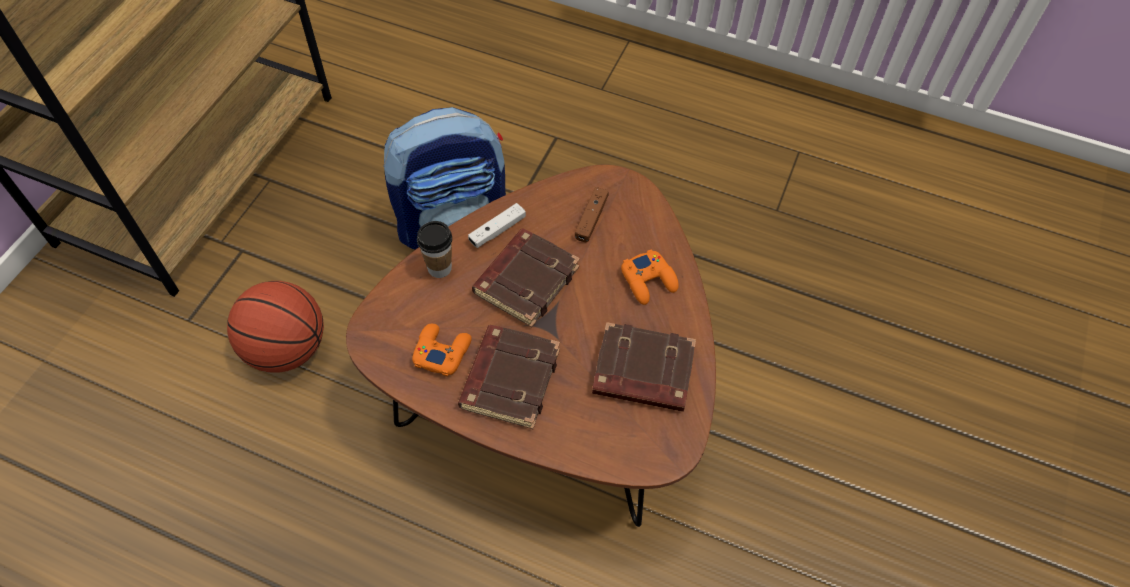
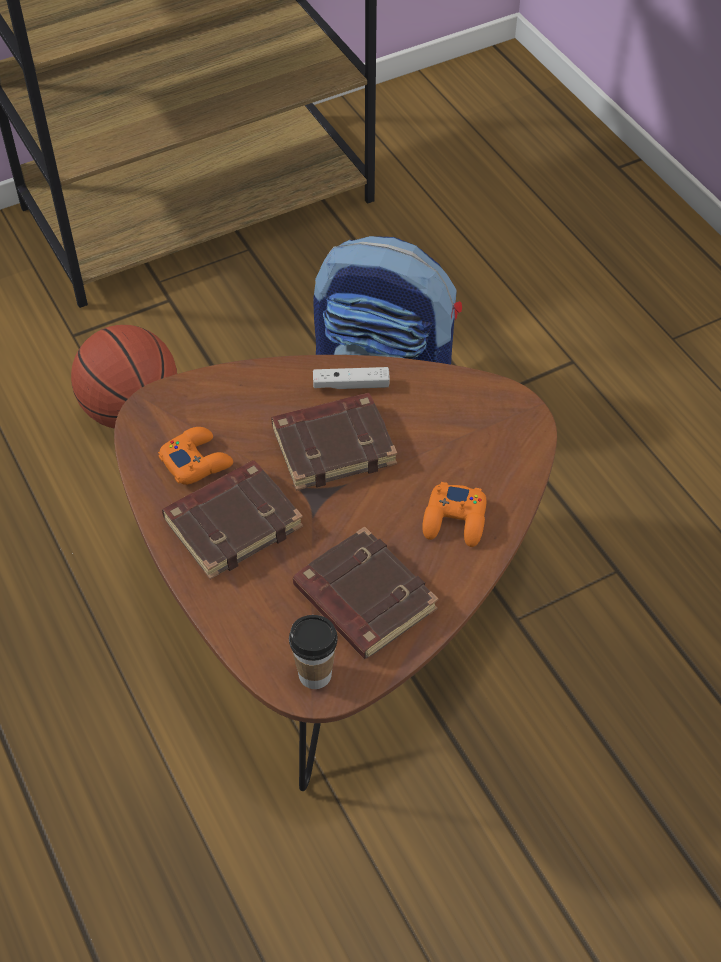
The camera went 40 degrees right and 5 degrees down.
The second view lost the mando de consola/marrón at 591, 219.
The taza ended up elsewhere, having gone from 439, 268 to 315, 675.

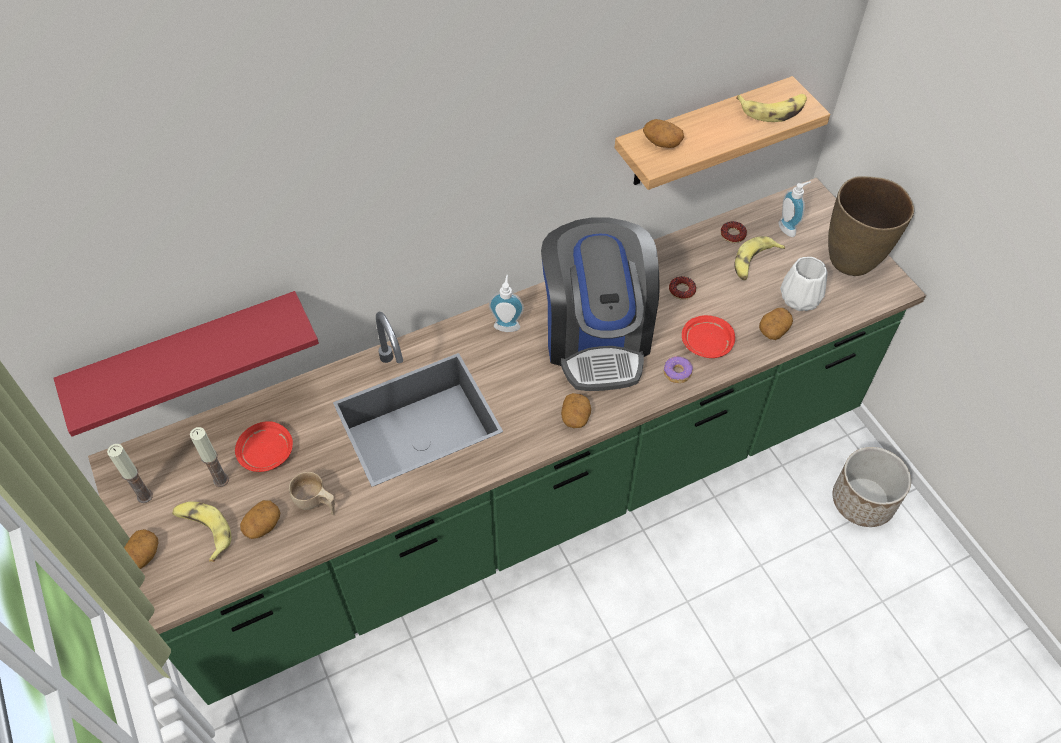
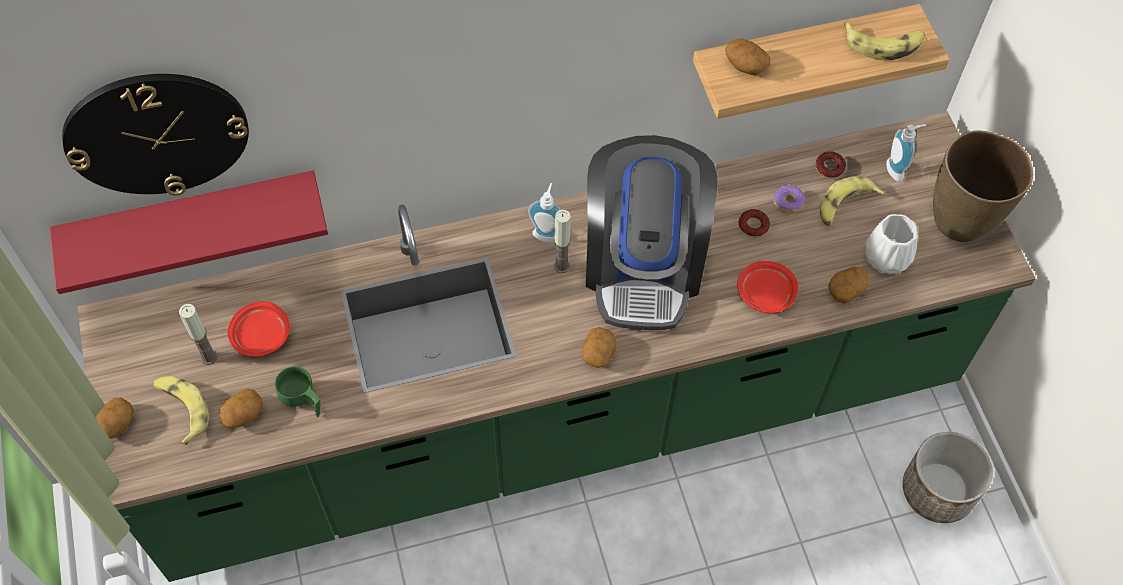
The camera went 10 degrees right and 5 degrees up.
The second view gained the reloj de pared at 157, 133.
The vela ended up elsewhere, having gone from 145, 496 to 561, 266.
The rosquilla ended up elsewhere, having gone from 677, 373 to 787, 202.
What was the taza/beis at 316, 503 turned into the taza/verde at 302, 400.

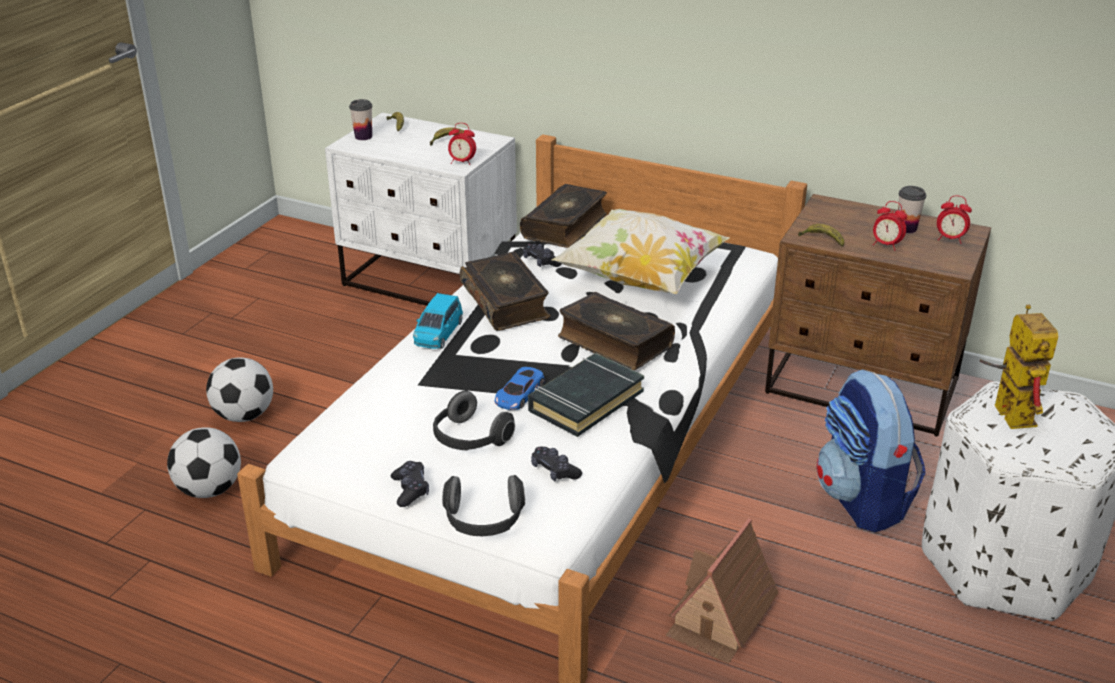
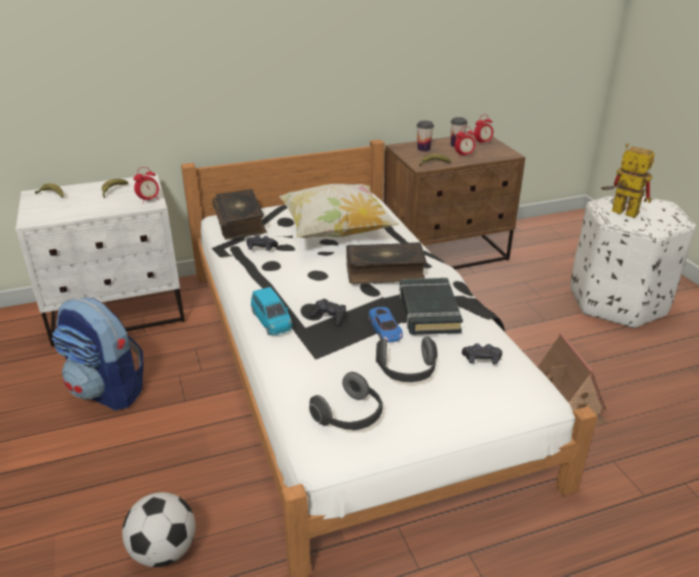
The camera went 45 degrees left and 0 degrees up.
The second view lost the balón de fútbol at 244, 415.
The second view lost the libro at 506, 302.
The taza ended up elsewhere, having gone from 363, 137 to 423, 148.
The mando de consola/negro ended up elsewhere, having gone from 410, 490 to 329, 317.
The auriculares ended up elsewhere, having gone from 484, 522 to 350, 417.
The mochila ended up elsewhere, having gone from 862, 500 to 108, 391.

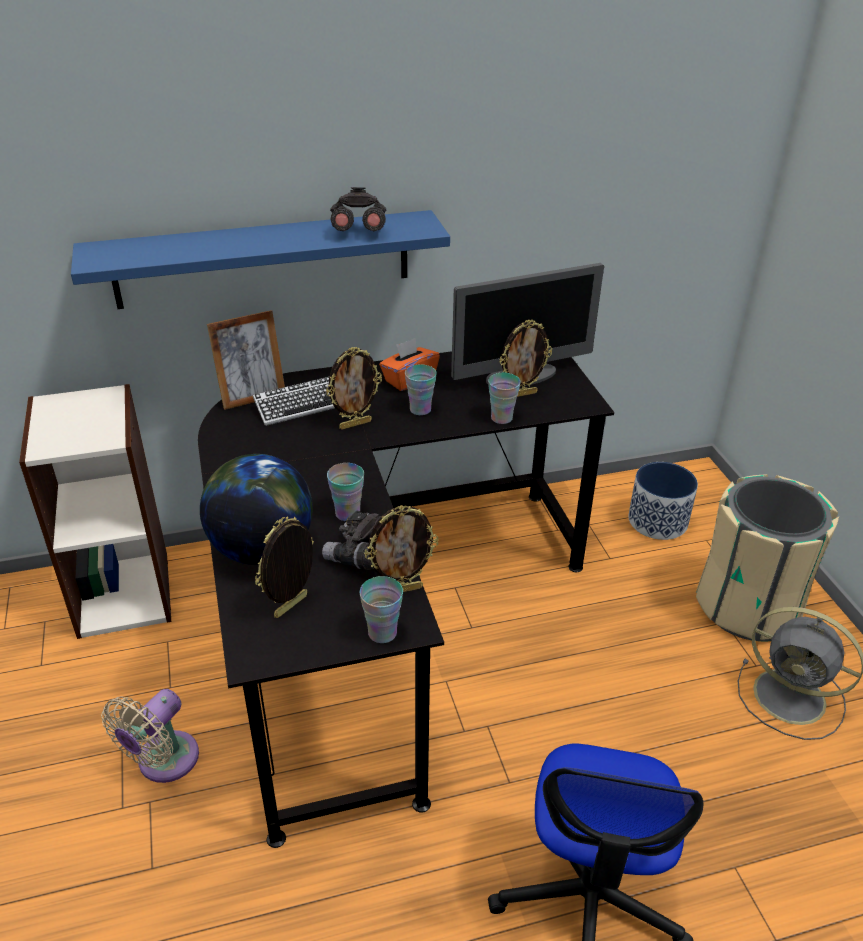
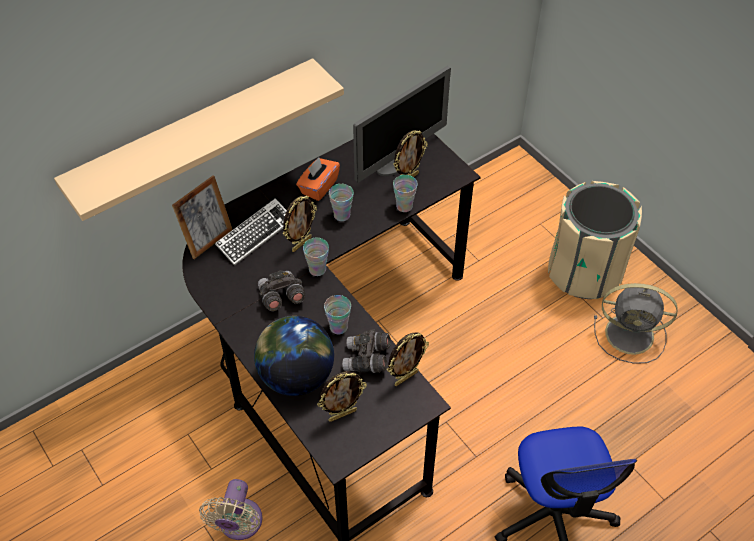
The camera went 20 degrees left and 15 degrees up.
The second view lost the estantería at 124, 592.
The second view lost the maceta at 658, 521.
The prismáticos/gris ended up elsewhere, having gone from 358, 231 to 281, 297.
The taza ended up elsewhere, having gone from 382, 633 to 317, 269.
What was the estante/azul at 263, 259 turned into the estante/beis at 194, 136.
The portarretratos at 292, 607 ended up facing another way, 135 degrees counterclockwise from before.

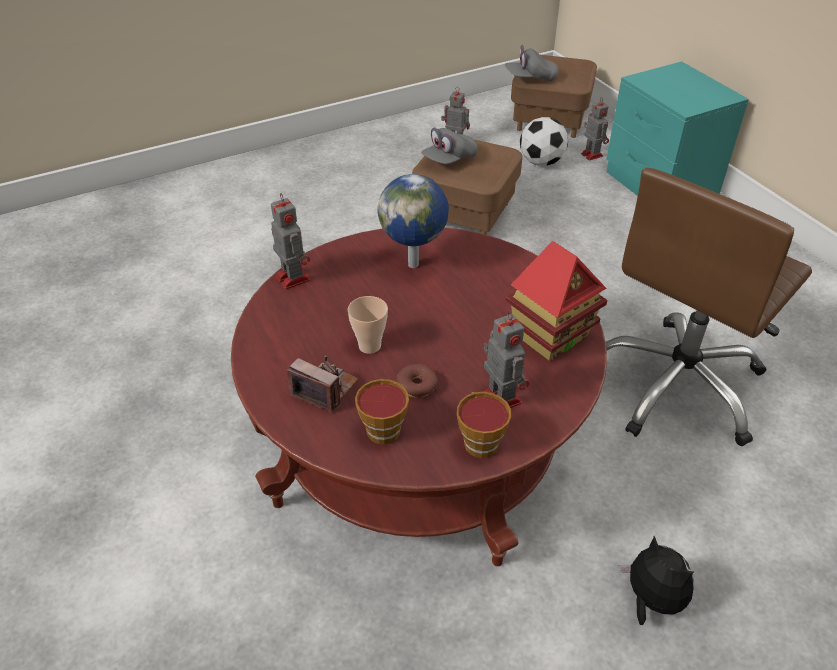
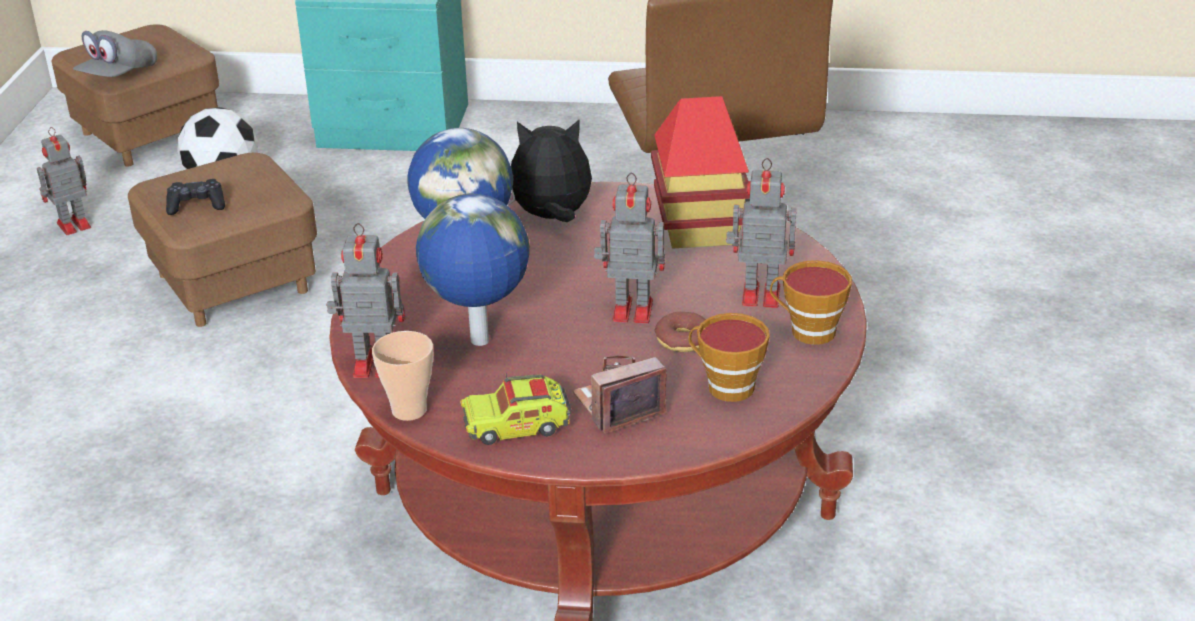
The camera went 55 degrees left and 10 degrees down.
The second view gained the globo terráqueo at 479, 342.
The second view gained the camión de juguete at 517, 425.
The taza ended up elsewhere, having gone from 369, 346 to 409, 410.
The robot de juguete ended up elsewhere, having gone from 591, 154 to 630, 310.
The peluche ended up elsewhere, having gone from 651, 600 to 551, 217.
Where the gorra/gris stood at 449, 160, the mando de consola/negro came to stand at 196, 205.

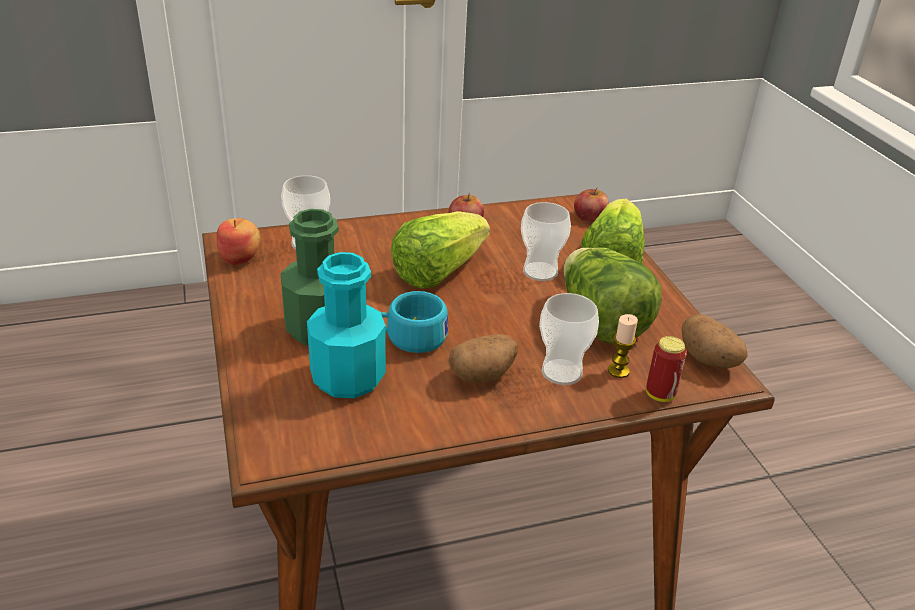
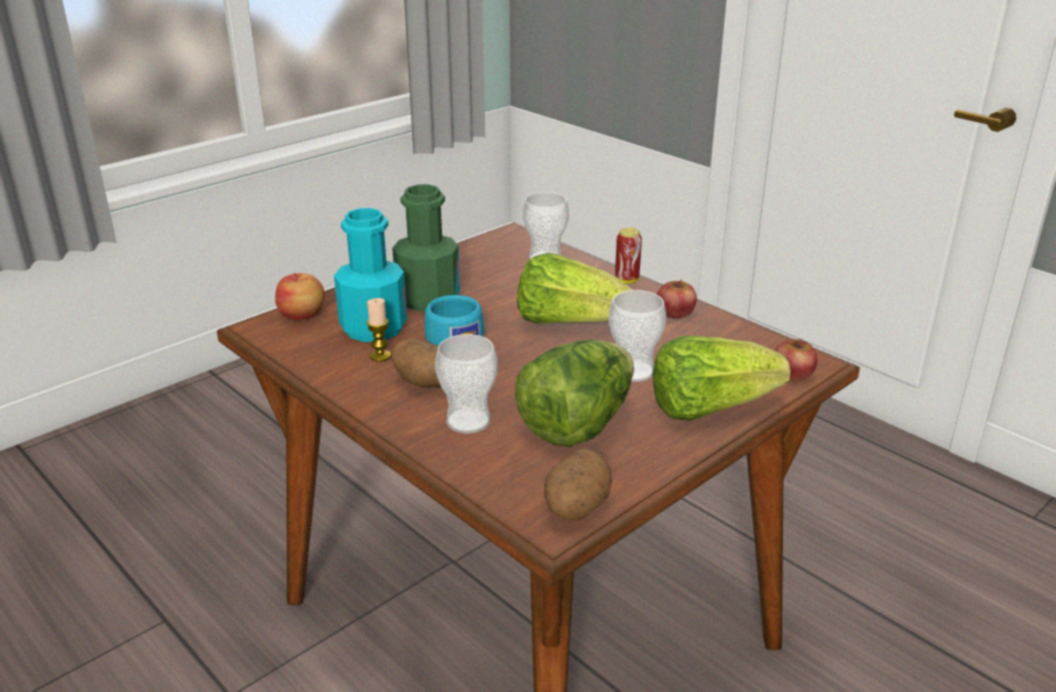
The camera went 65 degrees right and 5 degrees down.
The manzana ended up elsewhere, having gone from 240, 258 to 302, 315.
The vela ended up elsewhere, having gone from 618, 371 to 380, 356.
The lata ended up elsewhere, having gone from 660, 395 to 626, 280.

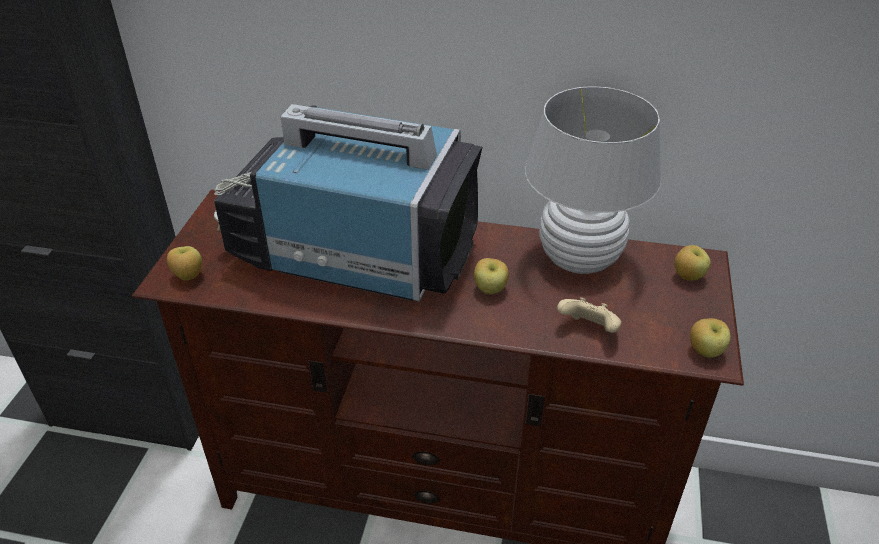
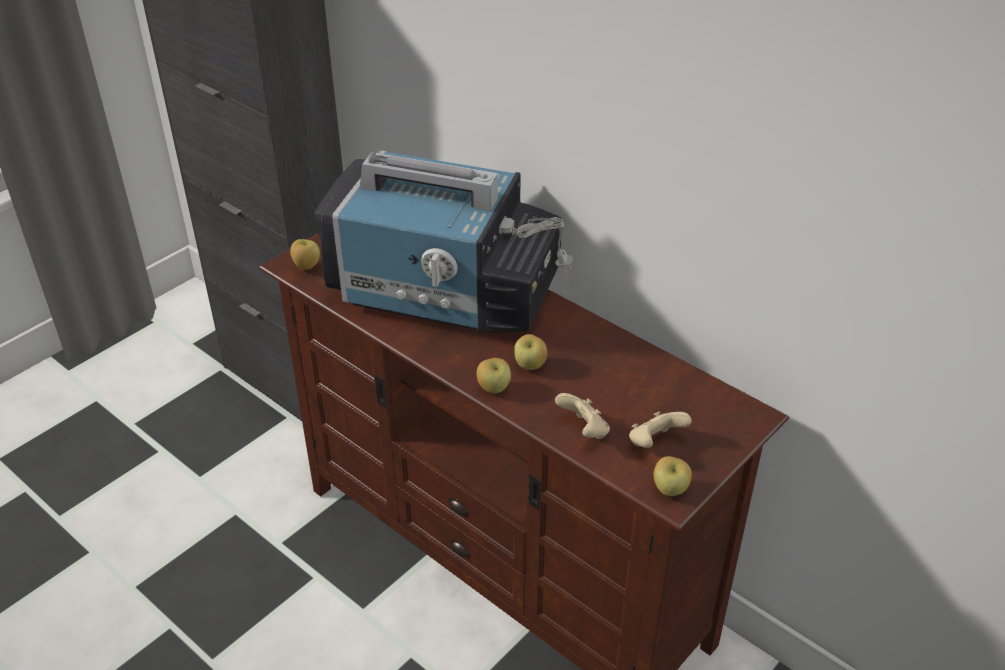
The camera went 30 degrees right and 0 degrees up.
The second view lost the lámpara de mesa/blanco at 579, 259.
The second view gained the mando de consola/beis at 654, 443.
The manzana ended up elsewhere, having gone from 688, 276 to 494, 388.
The televisor at 354, 251 ended up facing another way, 150 degrees clockwise from before.

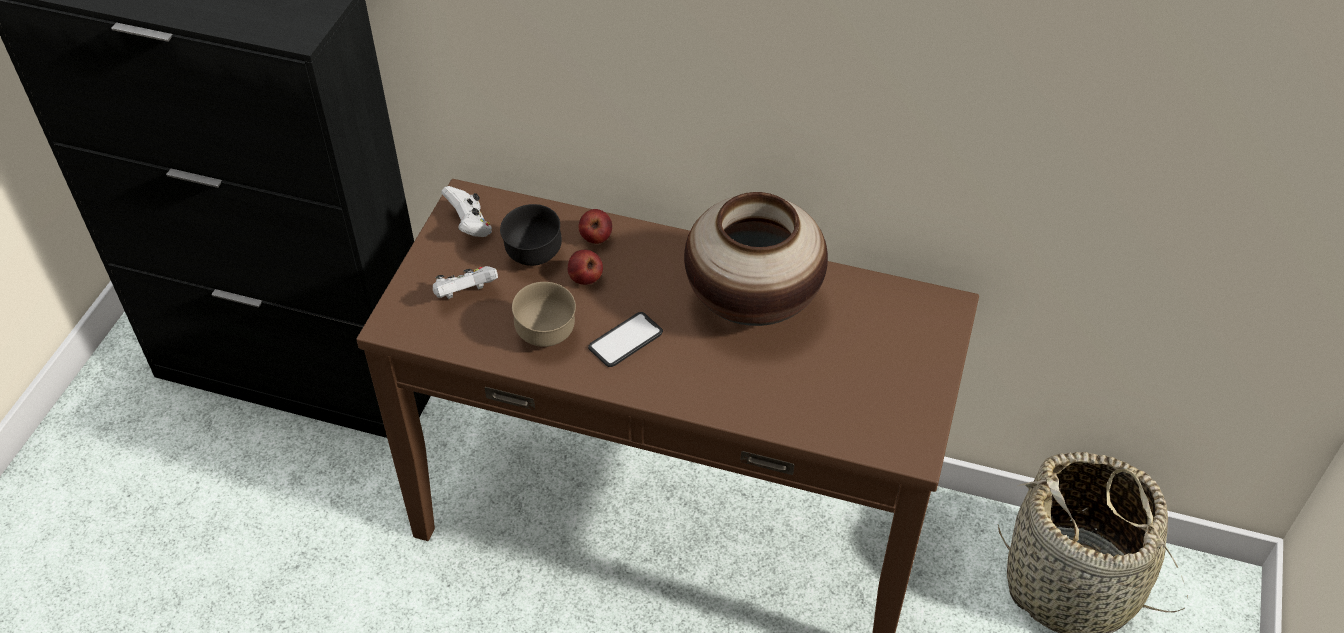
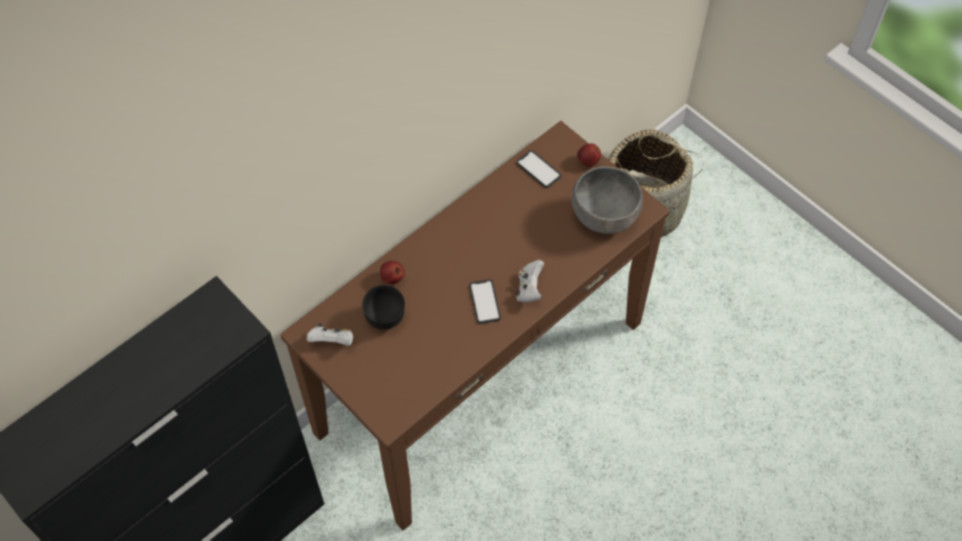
The camera went 60 degrees left and 10 degrees up.
The second view lost the cuenco/marrón at 546, 336.
The second view lost the florero at 752, 302.
The second view gained the móvil at 538, 169.
The second view gained the cuenco/gris at 605, 218.
The mando de consola/blanco ended up elsewhere, having gone from 465, 294 to 529, 289.
The manzana ended up elsewhere, having gone from 585, 279 to 588, 162.

